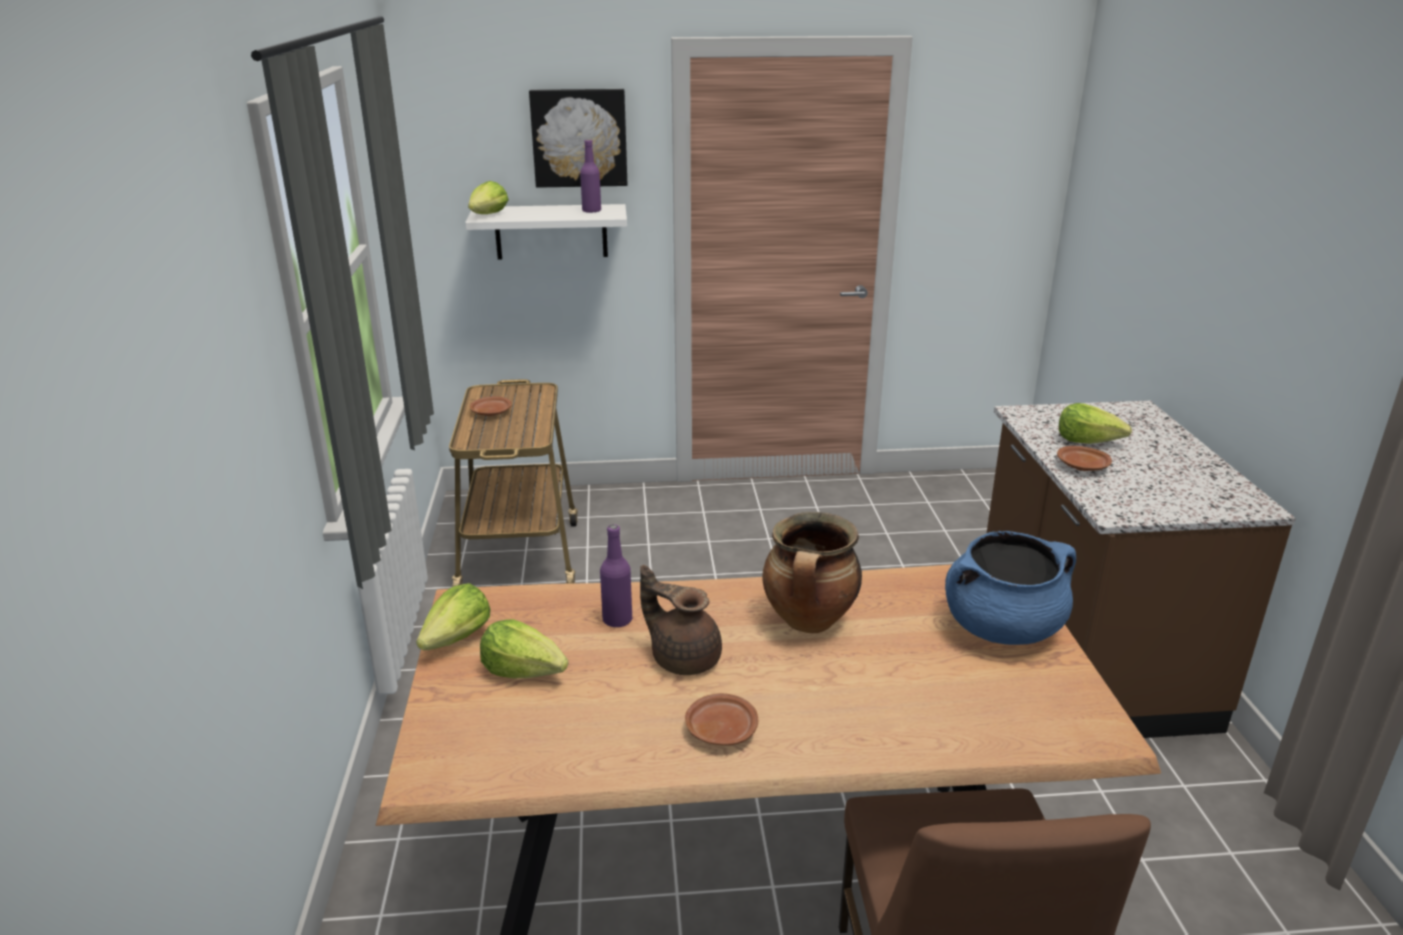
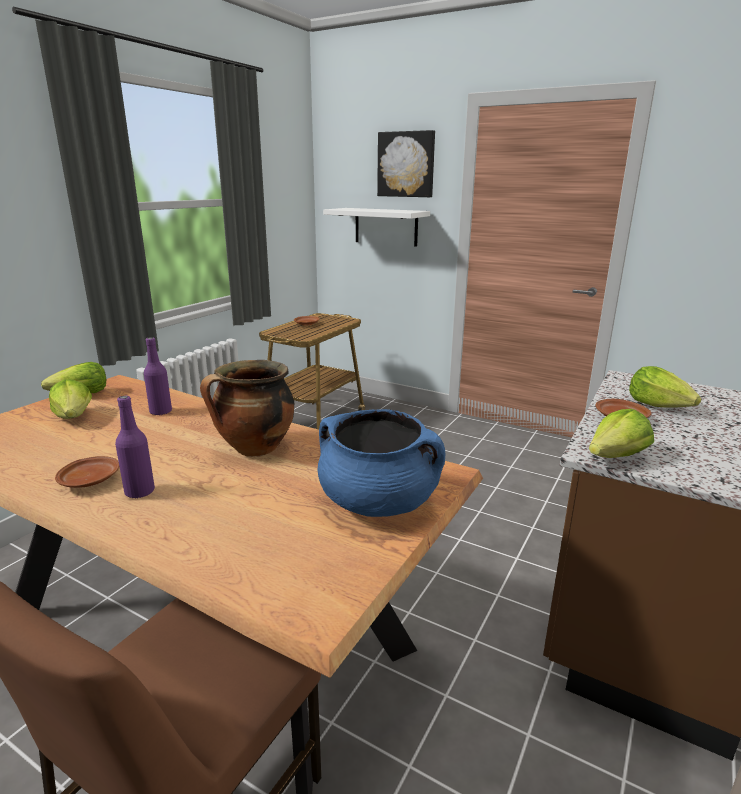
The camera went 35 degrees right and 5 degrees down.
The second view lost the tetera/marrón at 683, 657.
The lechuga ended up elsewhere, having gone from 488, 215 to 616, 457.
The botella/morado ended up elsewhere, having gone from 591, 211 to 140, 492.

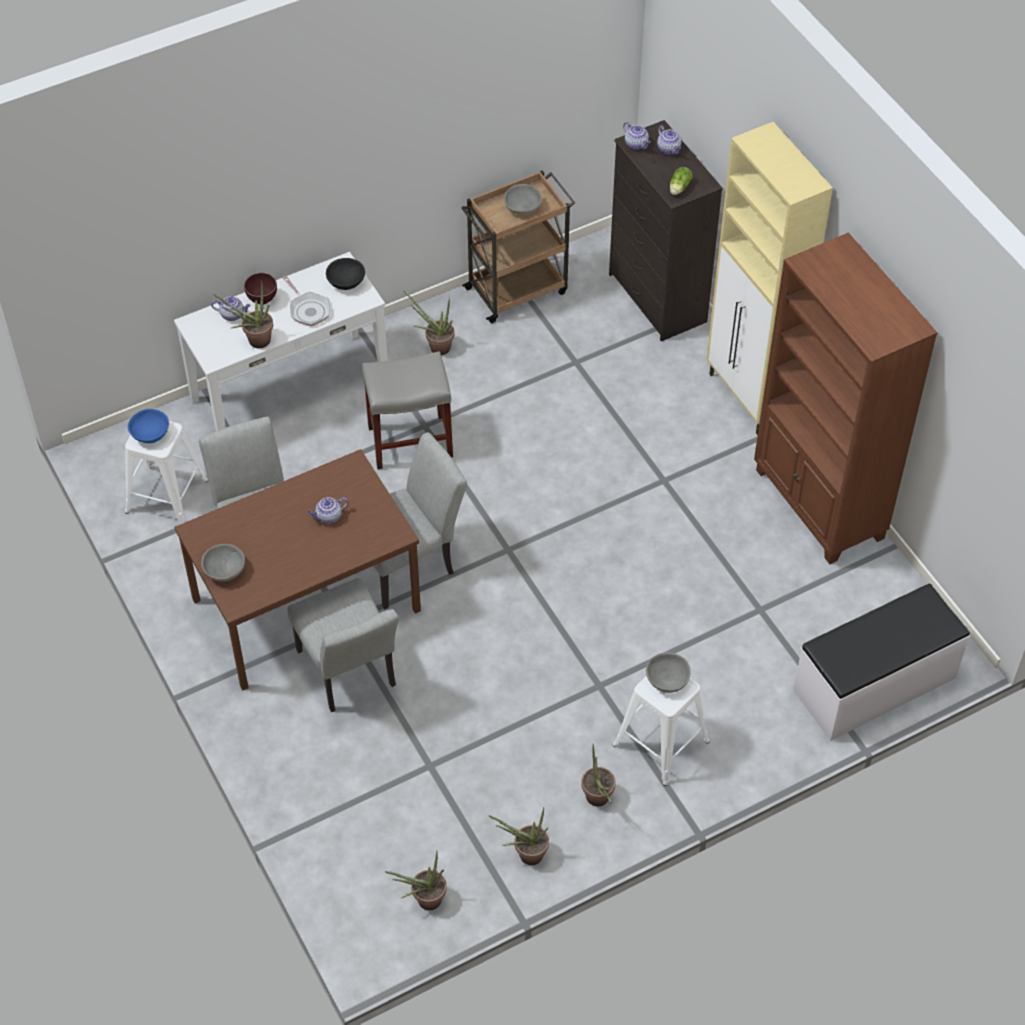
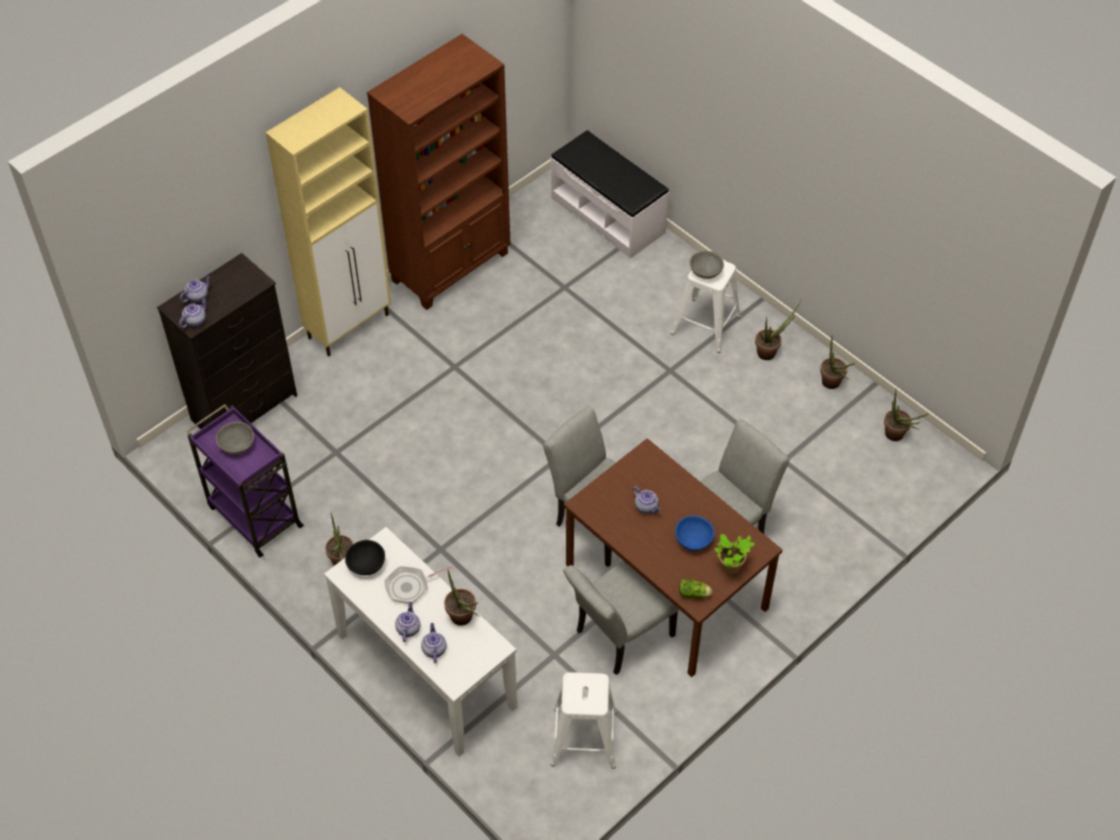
The camera went 105 degrees left and 0 degrees up.
The second view lost the taburete/gris at 411, 441.
The cuenco/azul ended up elsewhere, having gone from 150, 434 to 693, 540.
The lechuga ended up elsewhere, having gone from 678, 188 to 695, 594.
Where the cuenco/gris stood at 225, 570, the planta en maceta came to stand at 731, 567.
Where the cuenco/marrón stood at 263, 300, the tetera came to stand at 408, 628.
What was the carrito/marrón at 518, 289 turned into the carrito/morado at 253, 515.
The sartén at 308, 309 ended up facing another way, 150 degrees counterclockwise from before.

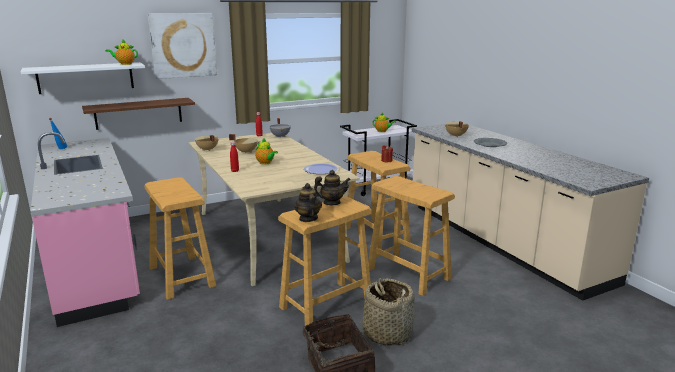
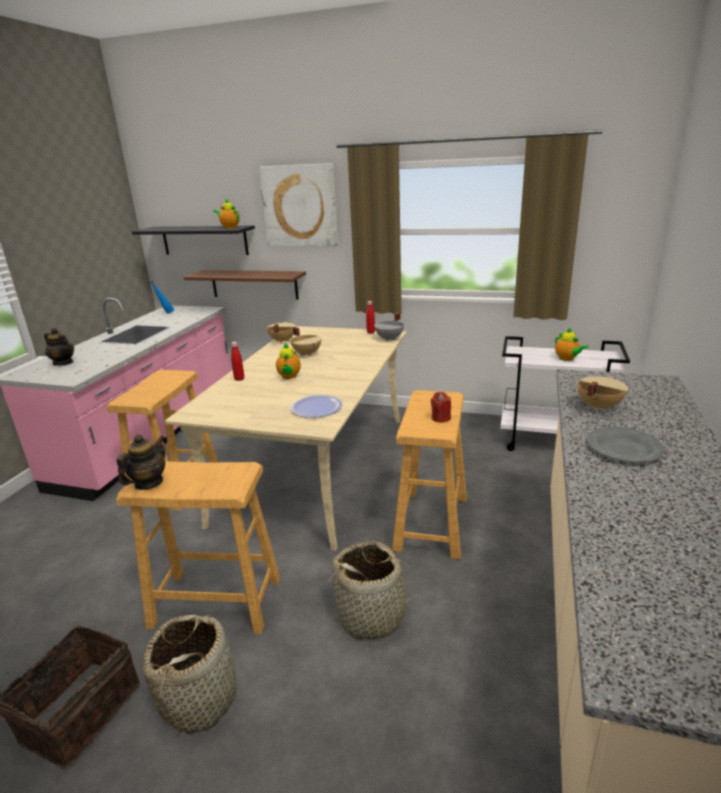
The camera went 45 degrees right and 5 degrees up.
The tetera ended up elsewhere, having gone from 331, 203 to 63, 363.
Where the taburete/beis stood at 408, 274, the cesta came to stand at 372, 616.
What was the estante/blanco at 86, 78 turned into the estante/negro at 204, 240.

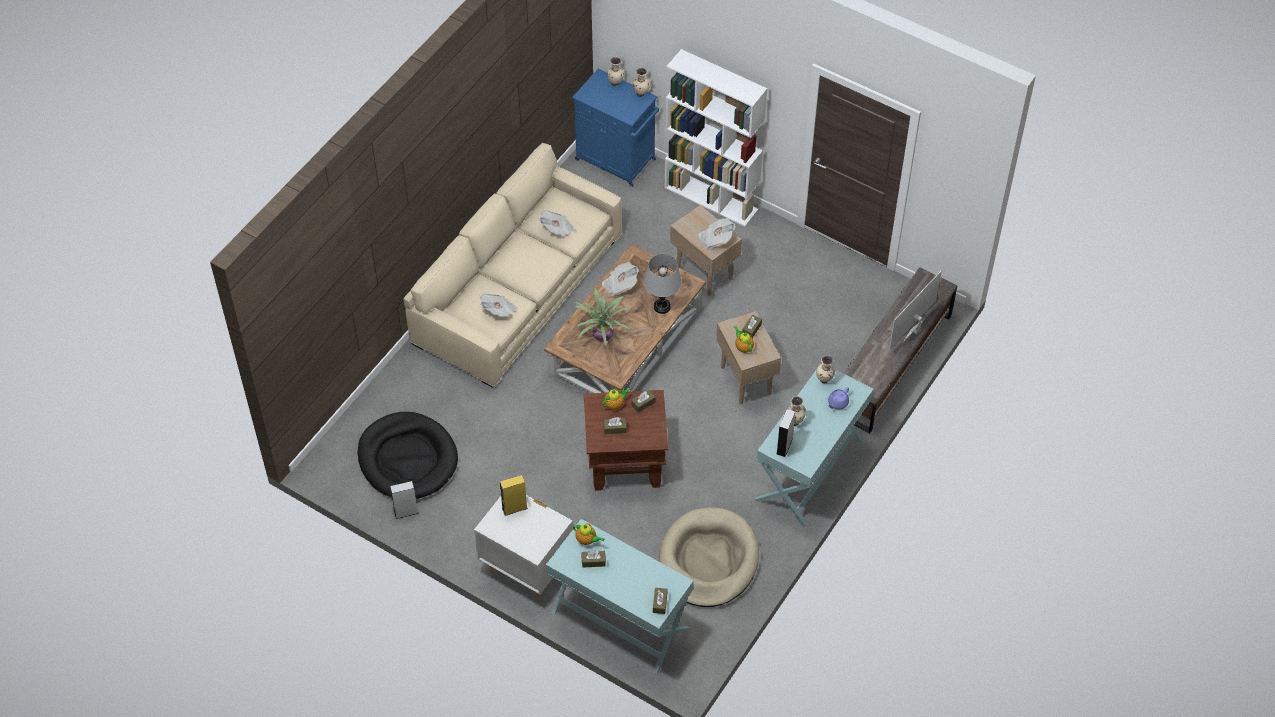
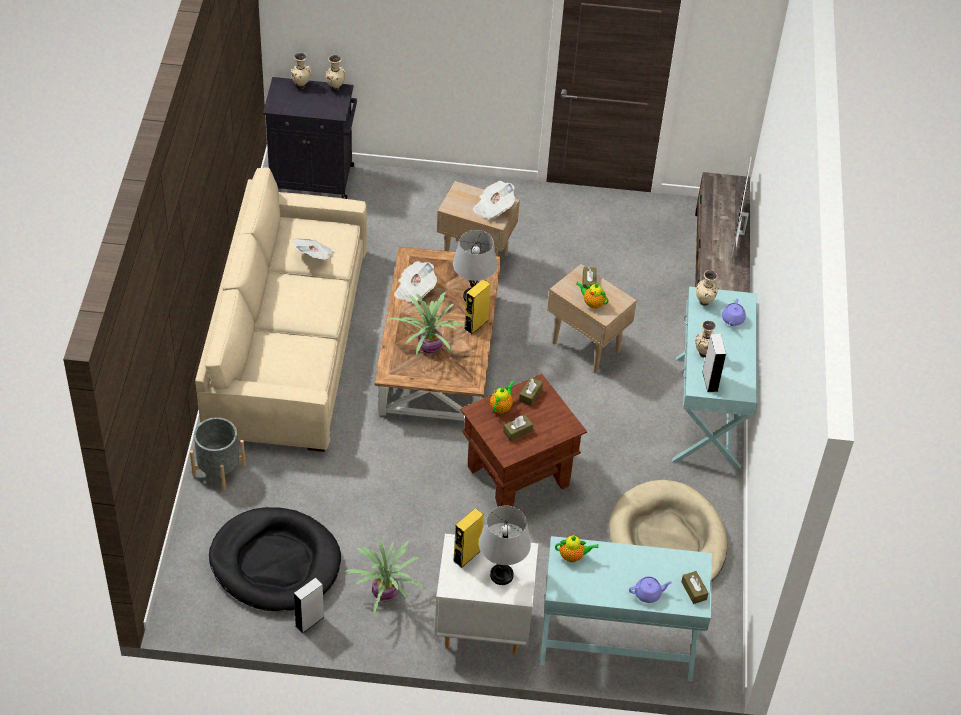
The camera went 30 degrees left and 5 degrees down.
The second view lost the periódico at 499, 311.
The second view lost the caja de pañuelos/marrón at 593, 561.
The second view lost the estantería/blanco at 712, 198.
The second view gained the maceta/gris at 219, 470.
The second view gained the planta en maceta at 384, 595.
The second view gained the altavoz/amarillo at 476, 324.
The second view gained the lámpara de mesa/gris at 501, 575.
The second view gained the tetera/morado at 648, 594.
What was the armario/azul at 617, 160 turned into the armario/negro at 313, 179.

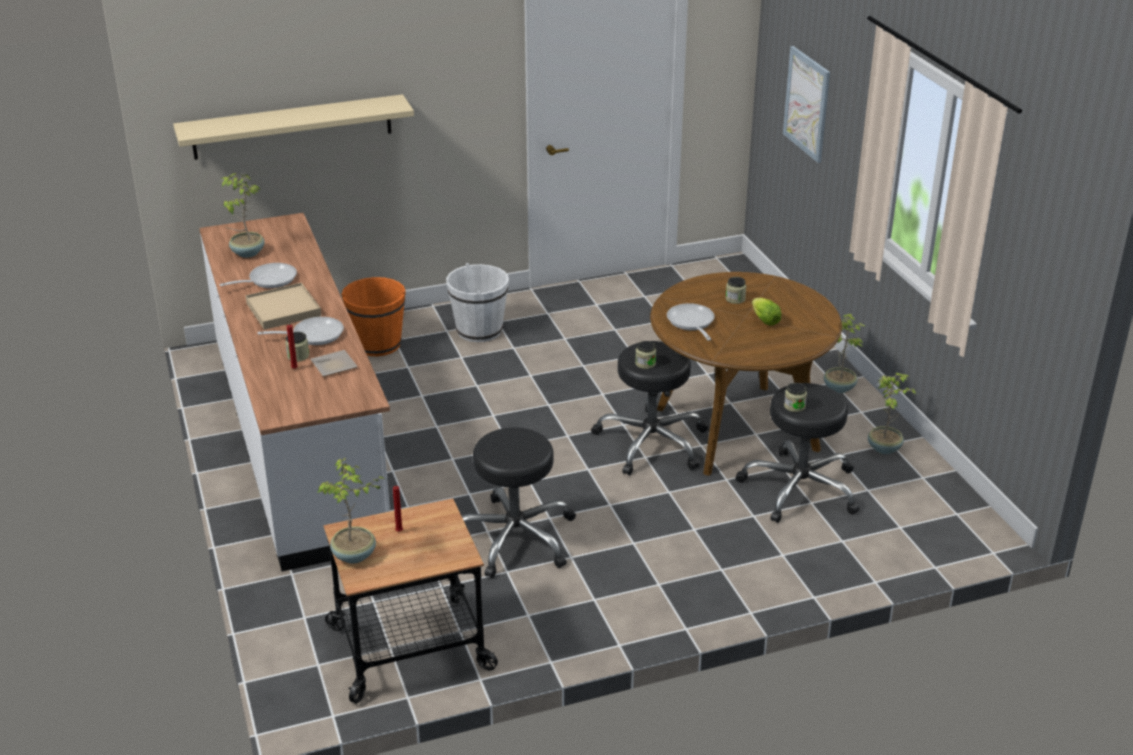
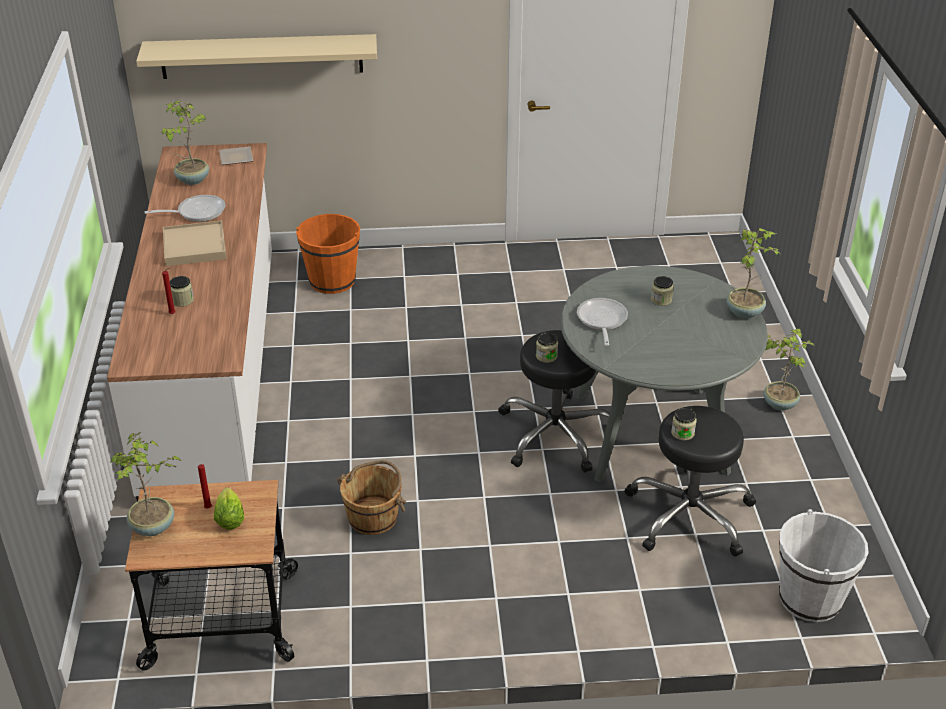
The camera went 15 degrees right and 5 degrees up.
The second view lost the sartén at 313, 335.
The second view lost the cuadro at 807, 104.
The plato ended up elsewhere, having gone from 335, 366 to 237, 158.
The cubo/blanco ended up elsewhere, having gone from 479, 330 to 810, 598.
The lechuga ended up elsewhere, having gone from 763, 320 to 229, 517.
The planta en maceta ended up elsewhere, having gone from 884, 448 to 745, 312.
Where the taburete/negro stood at 514, 538, the cubo/marrón came to stand at 373, 516.
What was the mesa de comedor/marrón at 737, 428 turned into the mesa de comedor/gris at 650, 433.

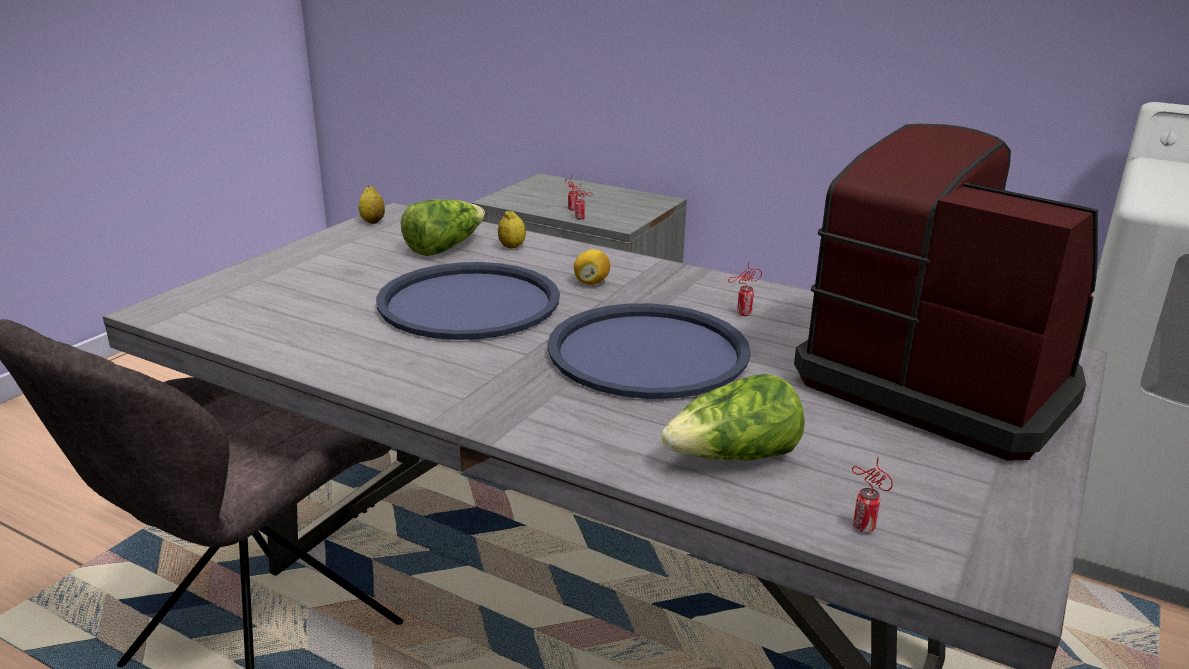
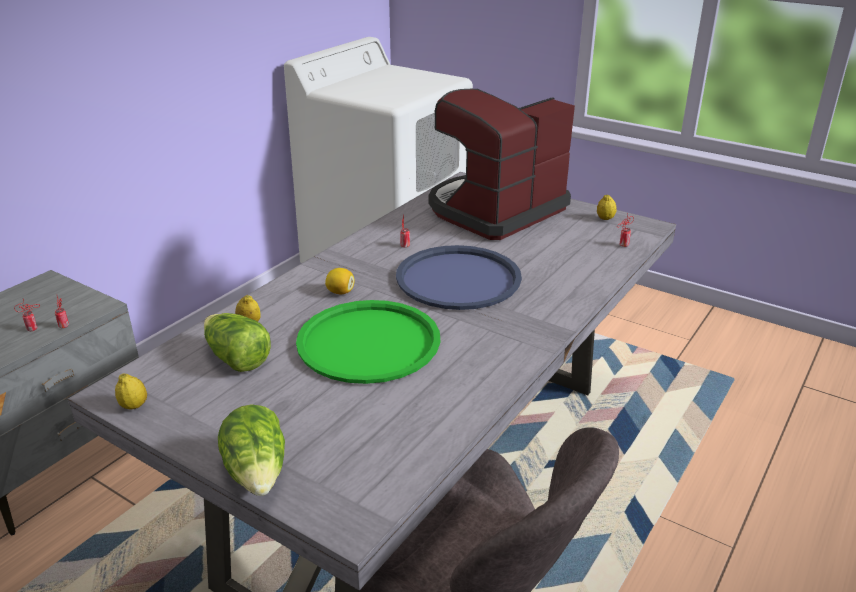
The camera went 85 degrees left and 5 degrees up.
The second view gained the limón at 605, 219.
The lechuga ended up elsewhere, having gone from 733, 458 to 258, 472.
What was the bandeja/azul at 469, 303 turned into the bandeja/verde at 369, 342.

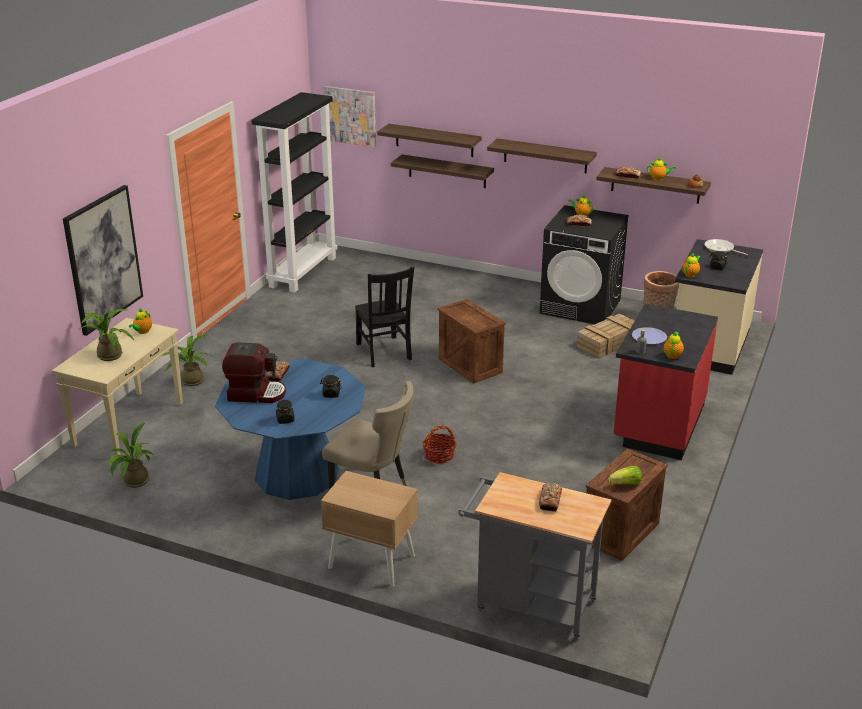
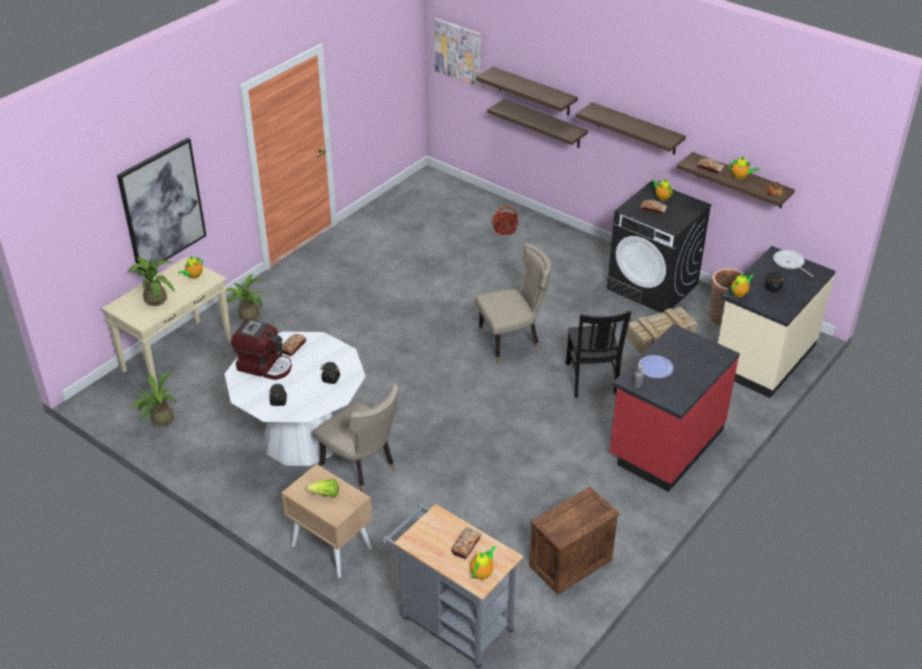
The camera went 15 degrees right and 10 degrees up.
The second view lost the estantería/negro at 302, 271.
The silla/negro ended up elsewhere, having gone from 384, 352 to 591, 380.
The cesta ended up elsewhere, having gone from 439, 455 to 505, 229.
The lechuga ended up elsewhere, having gone from 626, 484 to 325, 494.
The tetera ended up elsewhere, having gone from 672, 355 to 482, 572.
Where the caja de embalaje stood at 471, 365, the silla/beis came to stand at 512, 342.
What was the mesa de comedor/azul at 297, 474 turned into the mesa de comedor/blanco at 302, 438.

